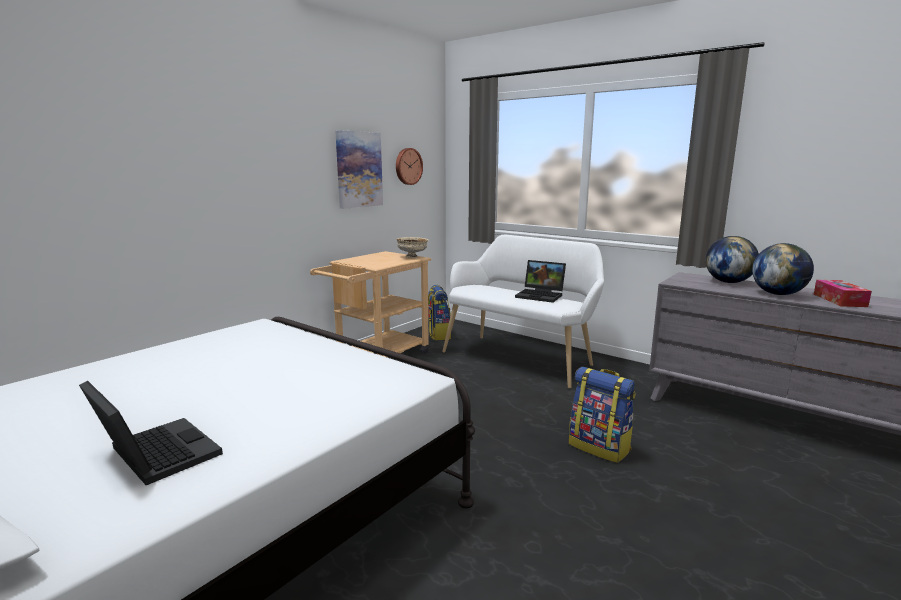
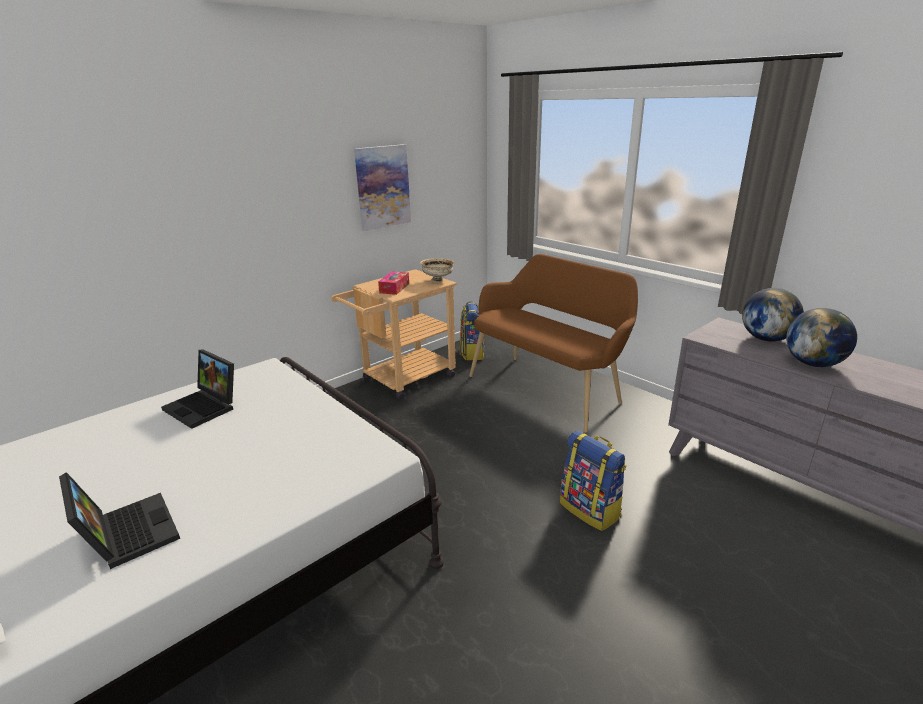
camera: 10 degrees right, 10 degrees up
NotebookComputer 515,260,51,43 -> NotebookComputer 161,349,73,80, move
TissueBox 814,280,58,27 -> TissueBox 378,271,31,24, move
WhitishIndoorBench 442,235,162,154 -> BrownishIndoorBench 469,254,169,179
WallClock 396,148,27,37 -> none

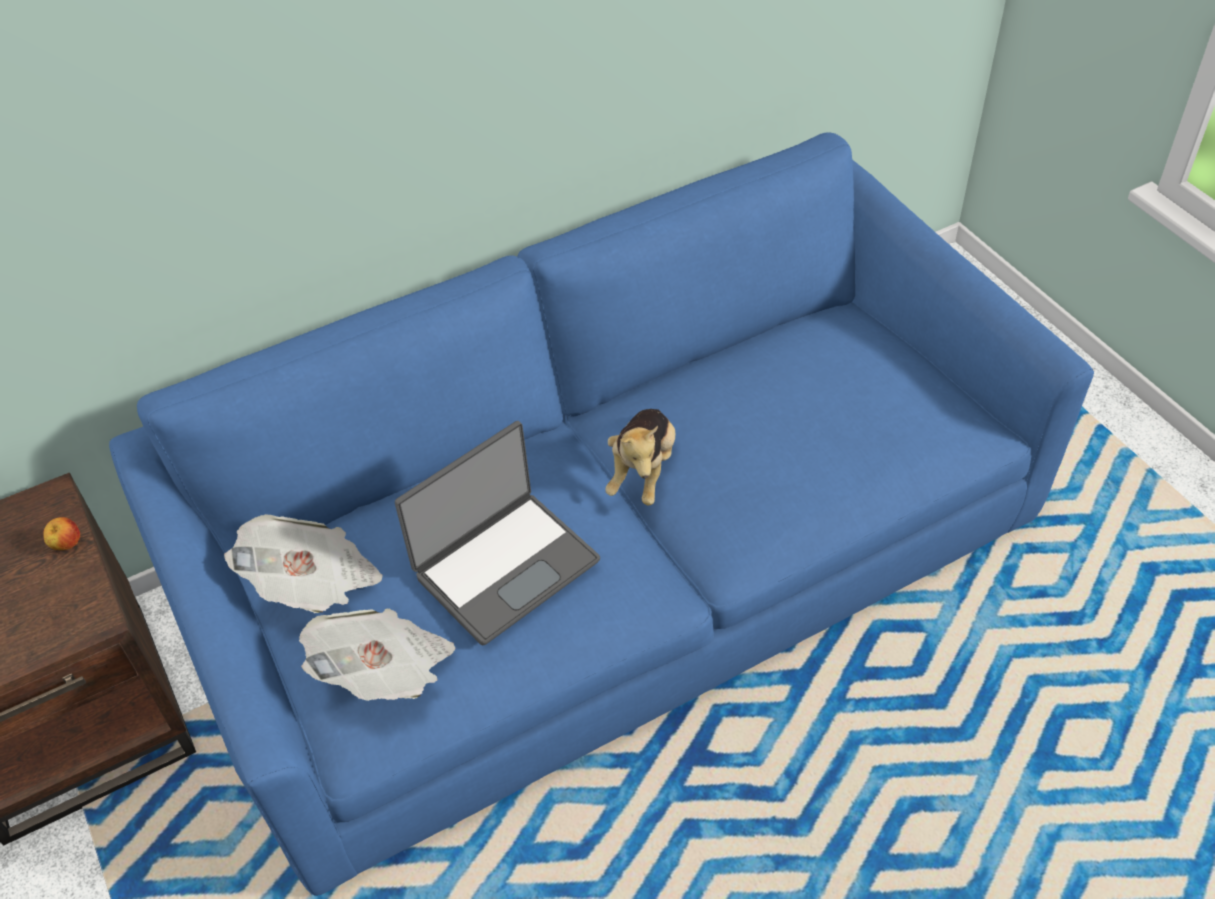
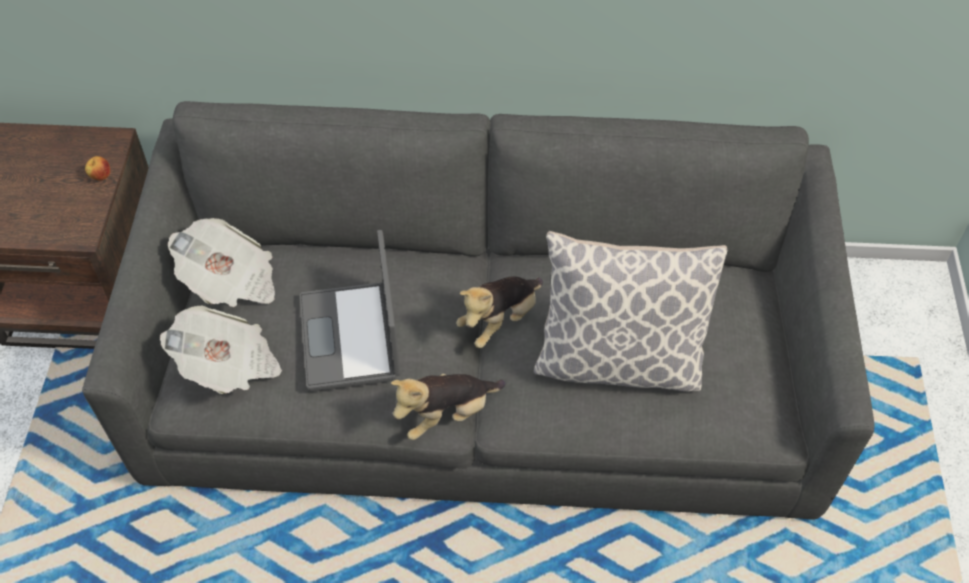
camera: 30 degrees right, 5 degrees up
BlueColouredSofa 109,132,985,764 -> GreyishSofa 82,101,792,418
NotebookComputer 395,421,205,224 -> NotebookComputer 300,230,100,161, 90 degrees clockwise
none -> CuddlyToy 391,374,115,66
none -> ThrowPillow 534,231,193,161

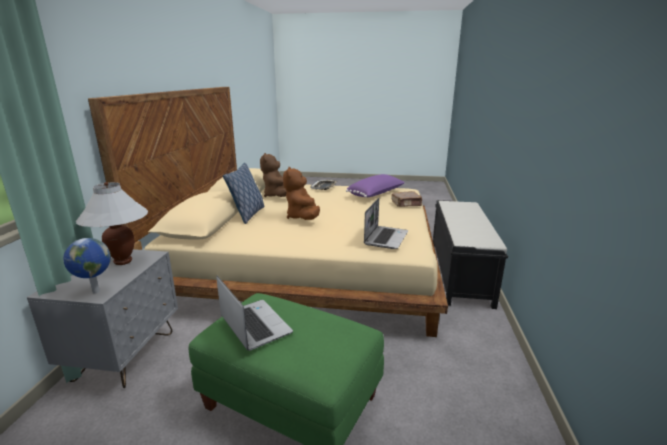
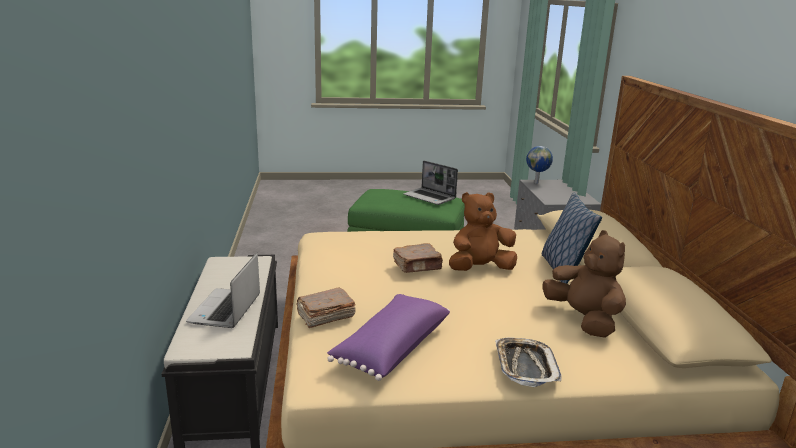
camera: 165 degrees right, 0 degrees up
NotebookComputer 364,198,44,51 -> NotebookComputer 186,253,74,75, move
none -> BrownishBoundBook 393,243,50,30
BrownishCuddlyToy 283,167,37,53 -> BrownishCuddlyToy 449,192,68,79, 90 degrees counterclockwise
WhitishTableLamp 76,182,72,83 -> none

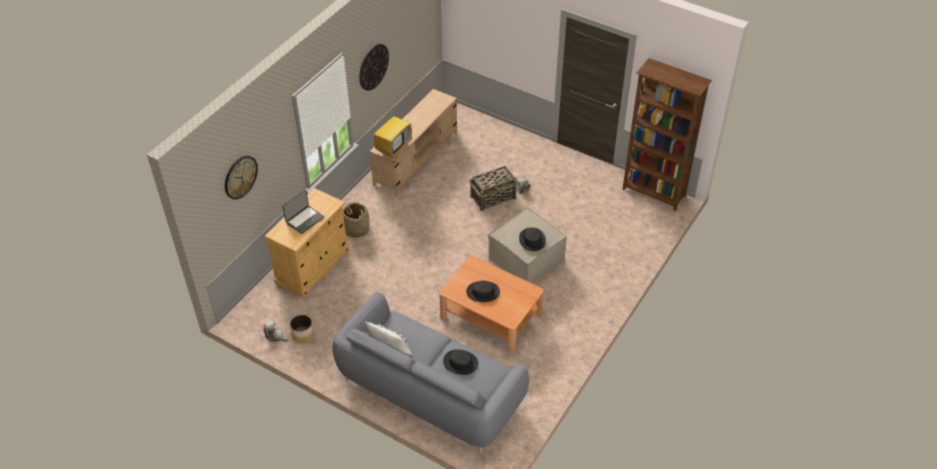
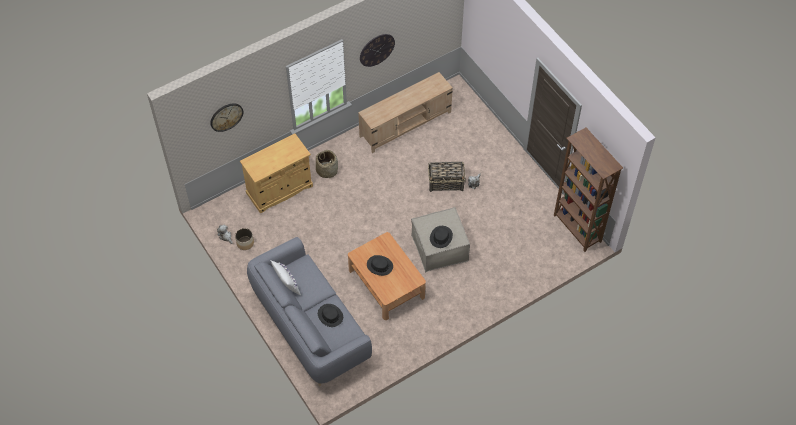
camera: 25 degrees right, 10 degrees up
NotebookComputer 282,189,42,45 -> none
TvSet 374,114,38,44 -> none

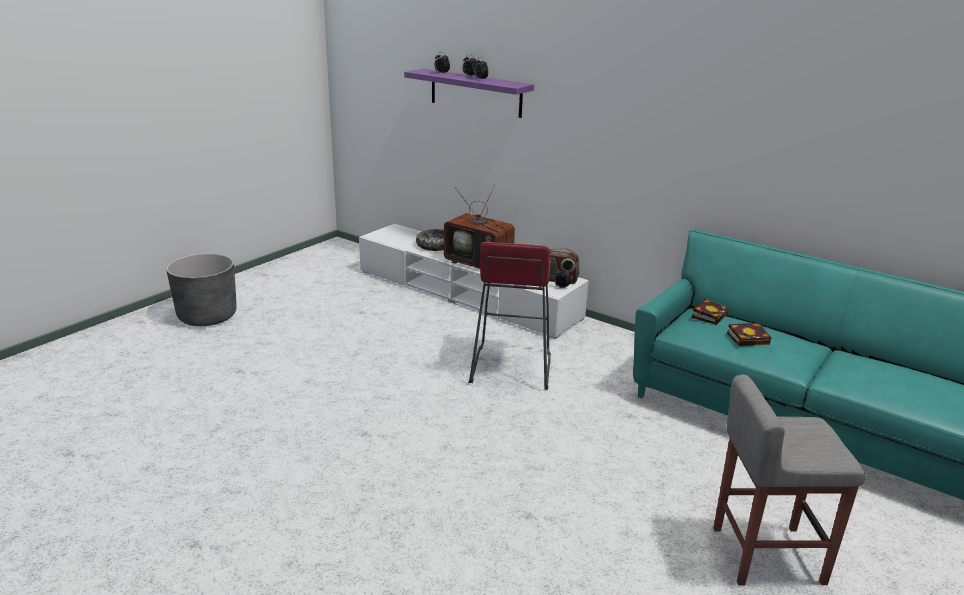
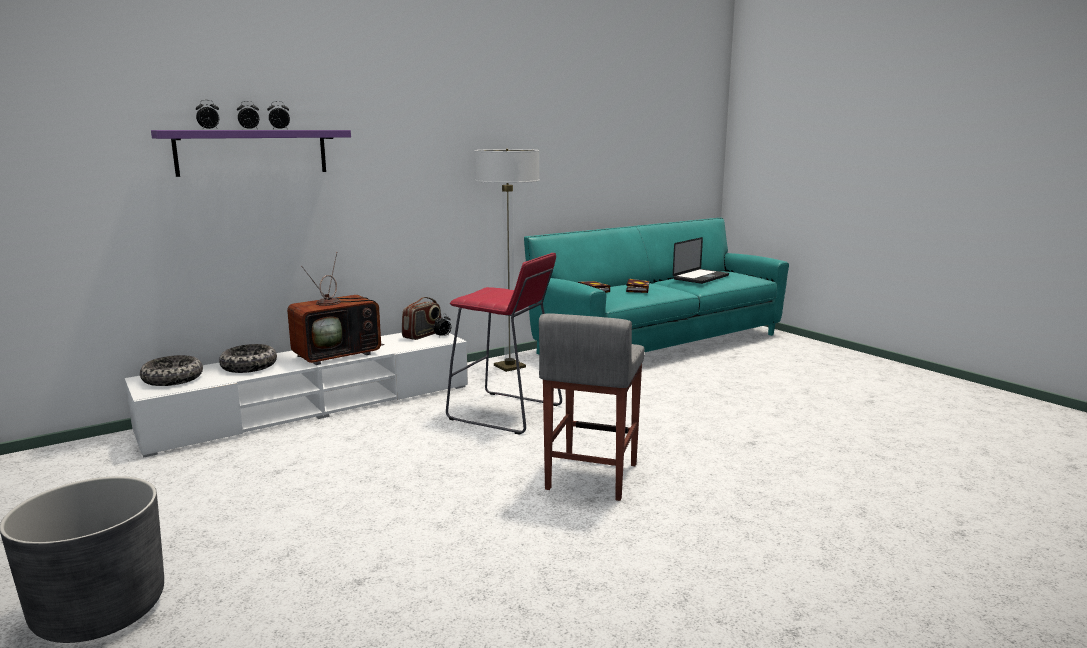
camera: 70 degrees left, 10 degrees down
none -> DeepDish 140,355,63,31
none -> StandingLamp 475,149,65,223
GreyishSittingStool 713,374,152,212 -> GreyishSittingStool 539,313,106,188, move
none -> NotebookComputer 673,237,56,47

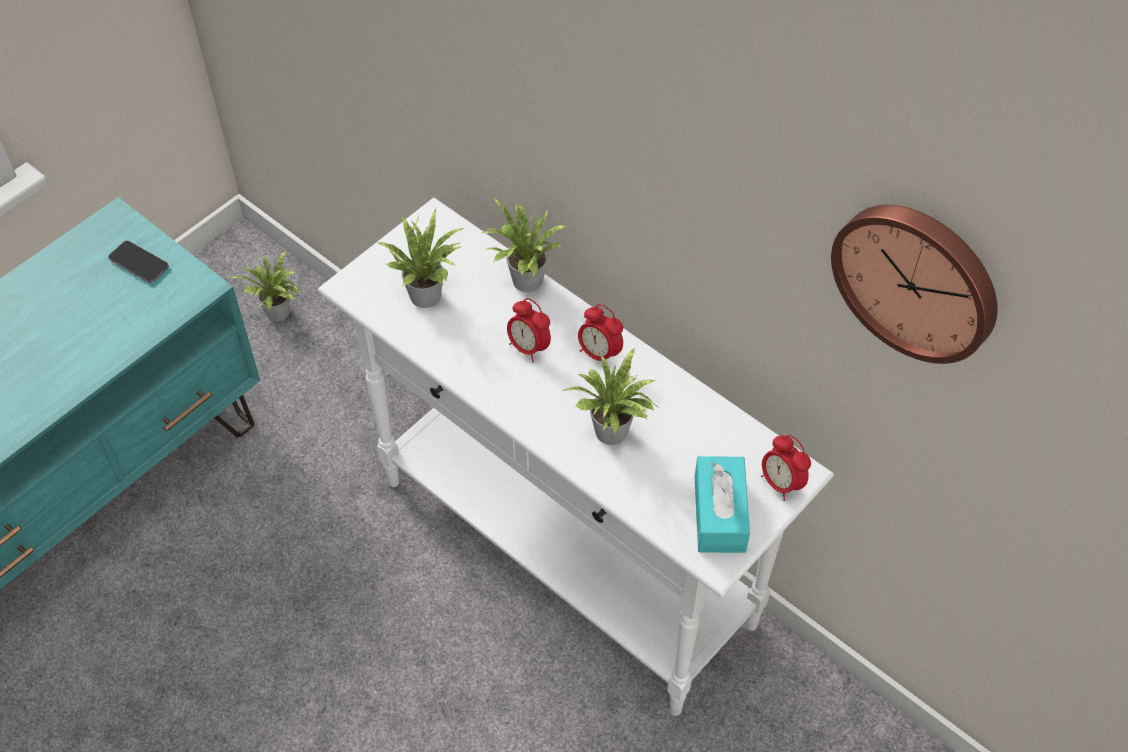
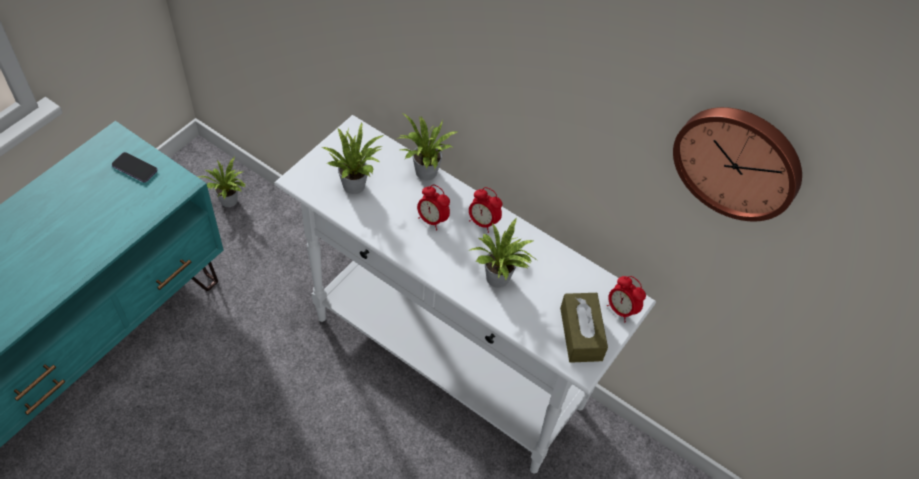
camera: 10 degrees left, 0 degrees up
TurquoiseTissueBox 695,456,55,97 -> BrownishTissueBox 560,293,48,70

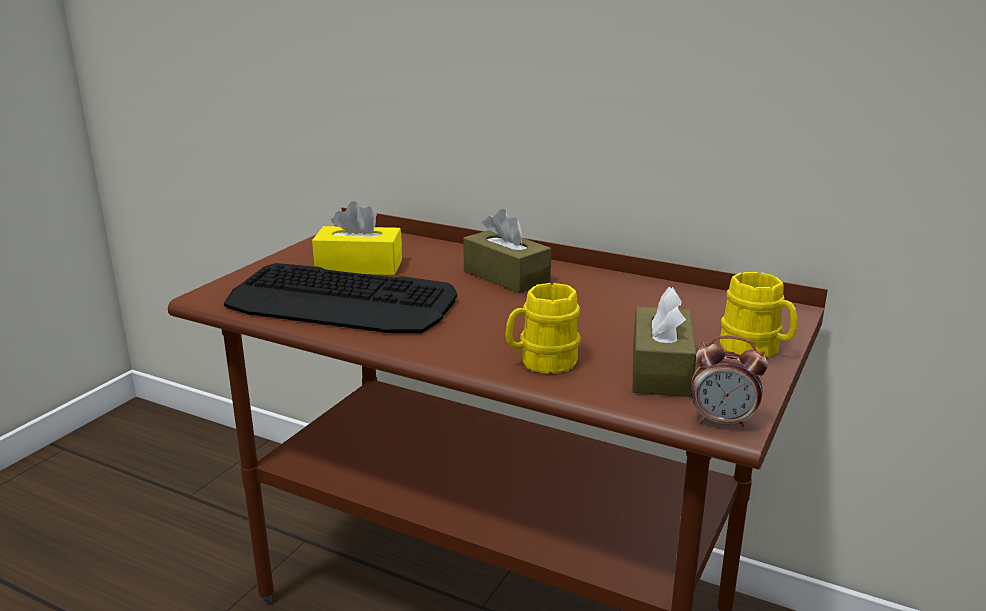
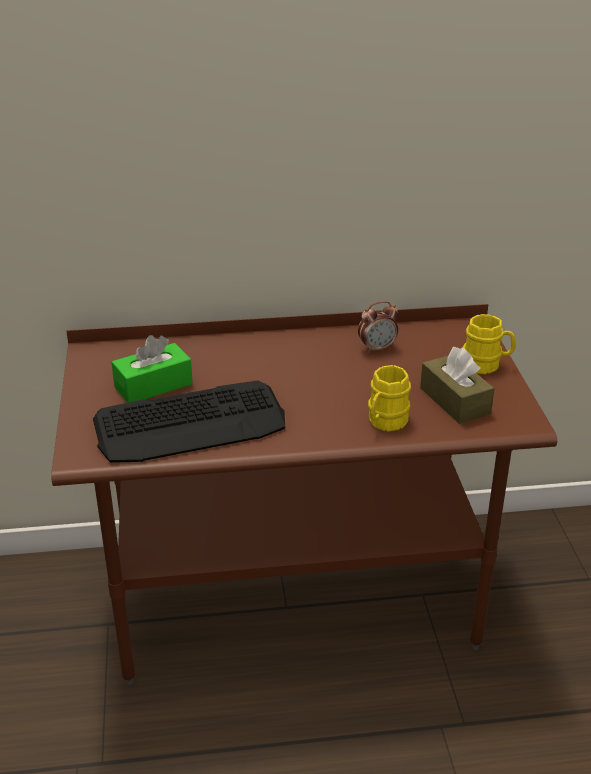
camera: 35 degrees left, 10 degrees up
YellowColouredTissueBox 312,201,90,74 -> GreenishTissueBox 111,335,82,68
BedsideClock 691,335,77,95 -> BedsideClock 358,301,40,52, move
BrownishTissueBox 463,209,88,84 -> none

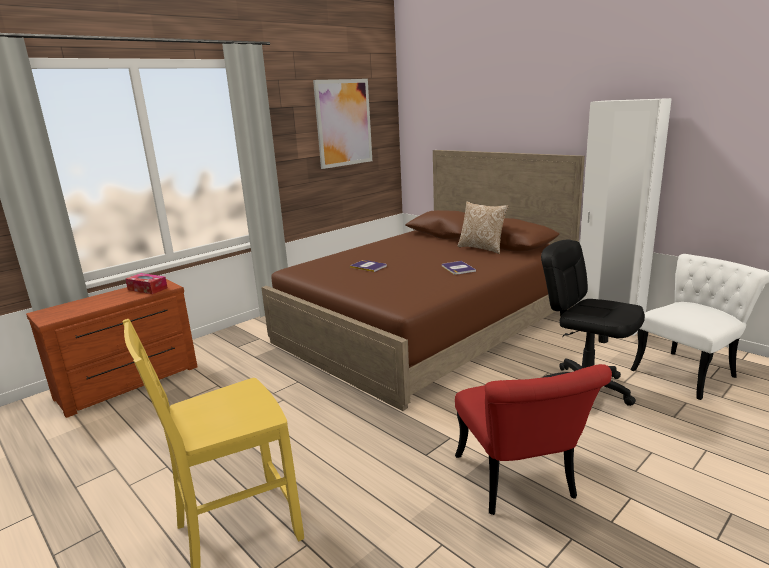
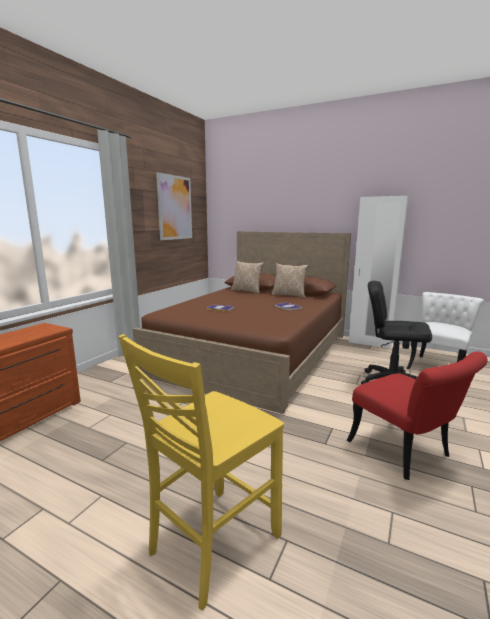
camera: 20 degrees left, 5 degrees down
none -> ThrowPillow 231,261,33,33
TissueBox 125,273,43,21 -> none

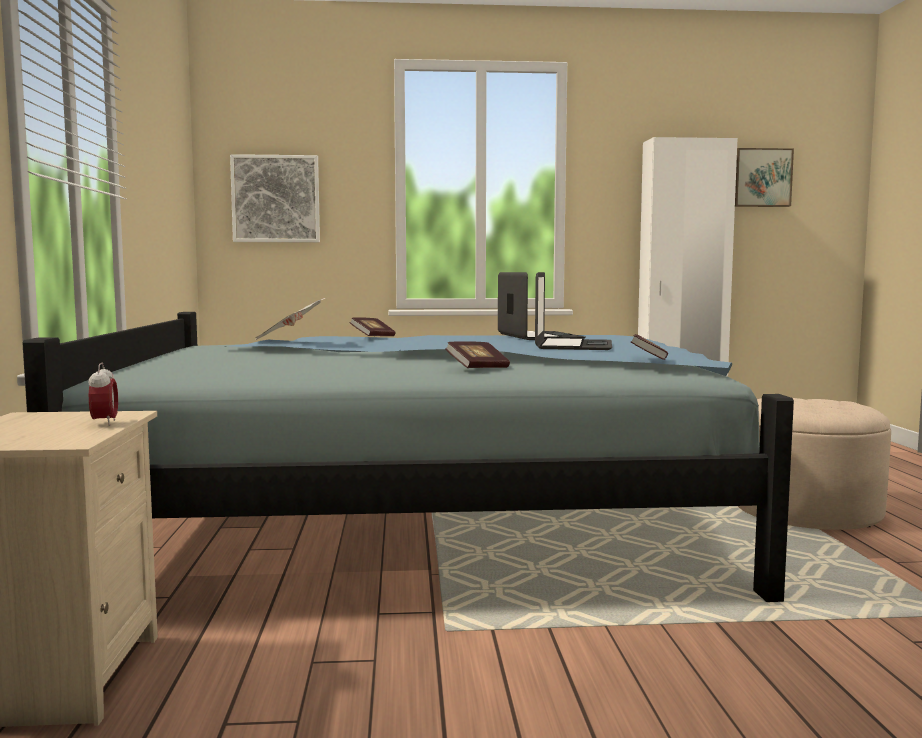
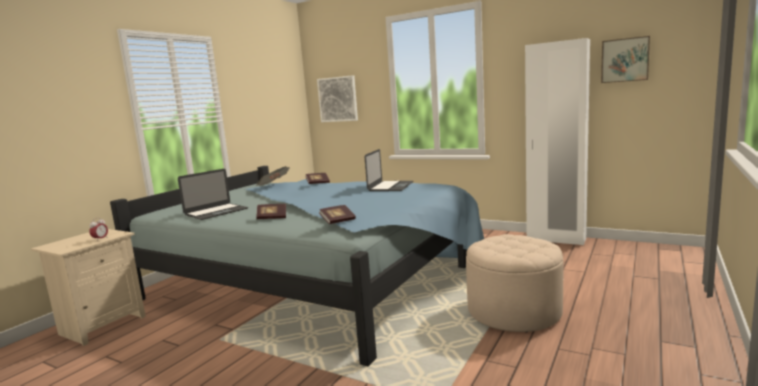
camera: 35 degrees right, 5 degrees up
NotebookComputer 535,272,77,78 -> NotebookComputer 178,169,70,51, move

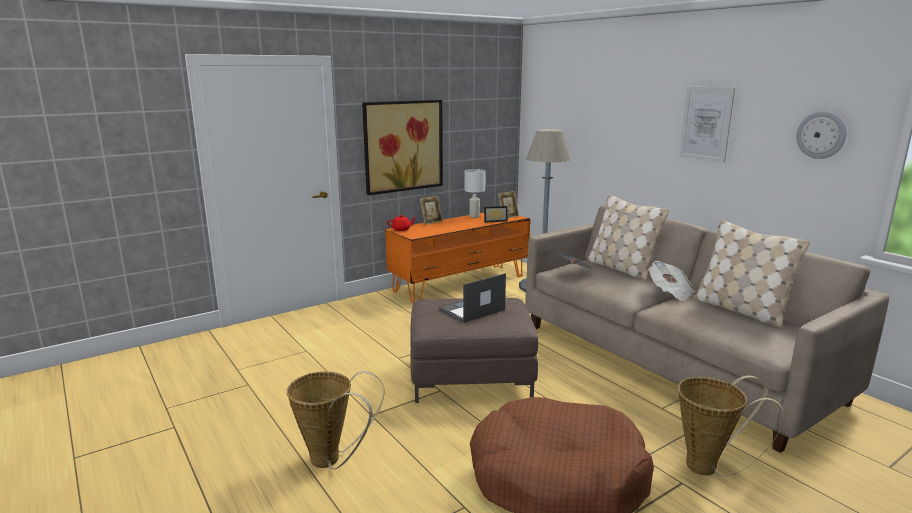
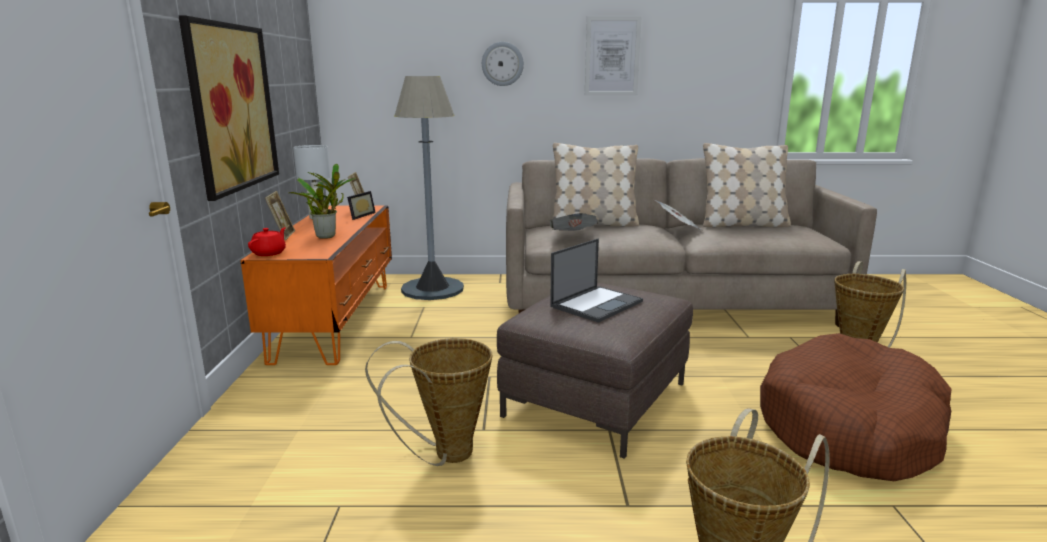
camera: 55 degrees left, 0 degrees up
none -> PottedPlant 288,164,68,75
none -> Basket 365,338,127,128
WallClock 797,111,49,48 -> WallClock 482,42,42,44, move
NotebookComputer 439,273,67,50 -> NotebookComputer 550,238,93,85, 135 degrees counterclockwise

